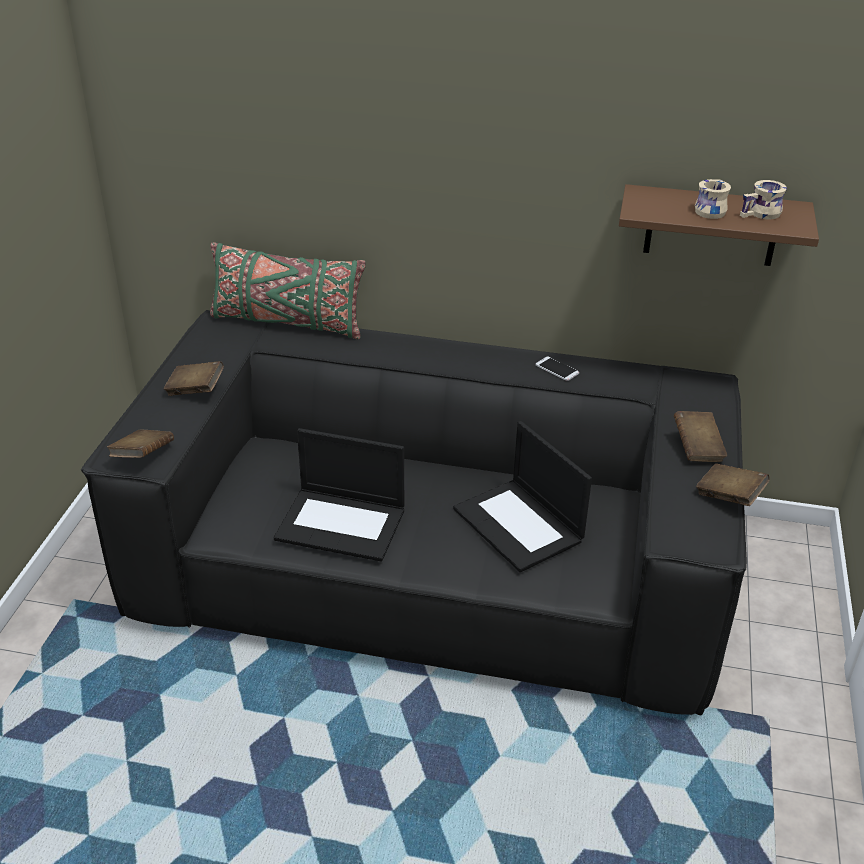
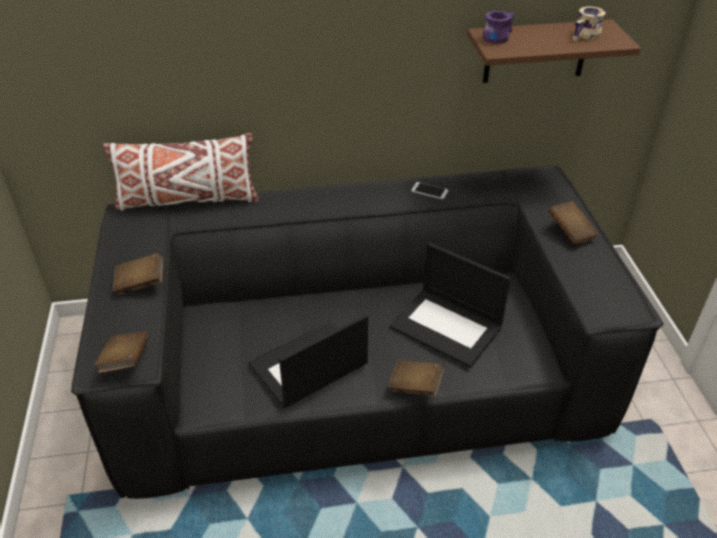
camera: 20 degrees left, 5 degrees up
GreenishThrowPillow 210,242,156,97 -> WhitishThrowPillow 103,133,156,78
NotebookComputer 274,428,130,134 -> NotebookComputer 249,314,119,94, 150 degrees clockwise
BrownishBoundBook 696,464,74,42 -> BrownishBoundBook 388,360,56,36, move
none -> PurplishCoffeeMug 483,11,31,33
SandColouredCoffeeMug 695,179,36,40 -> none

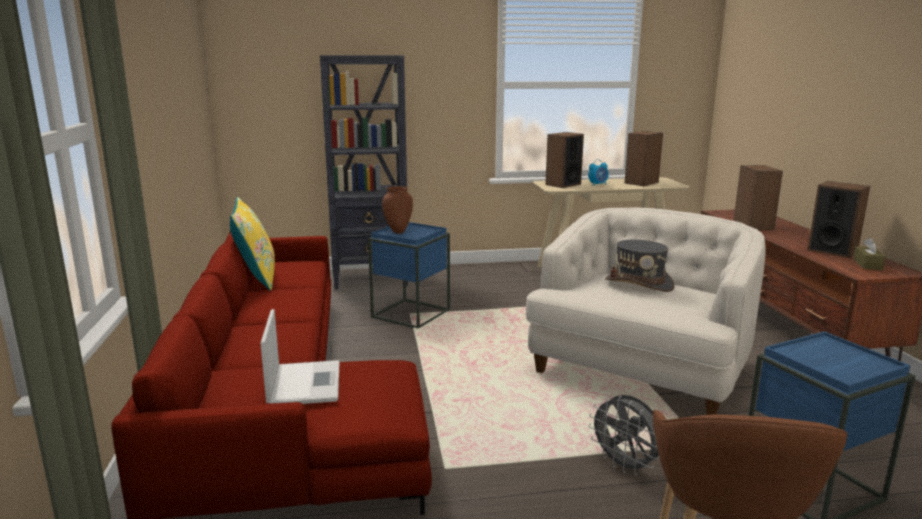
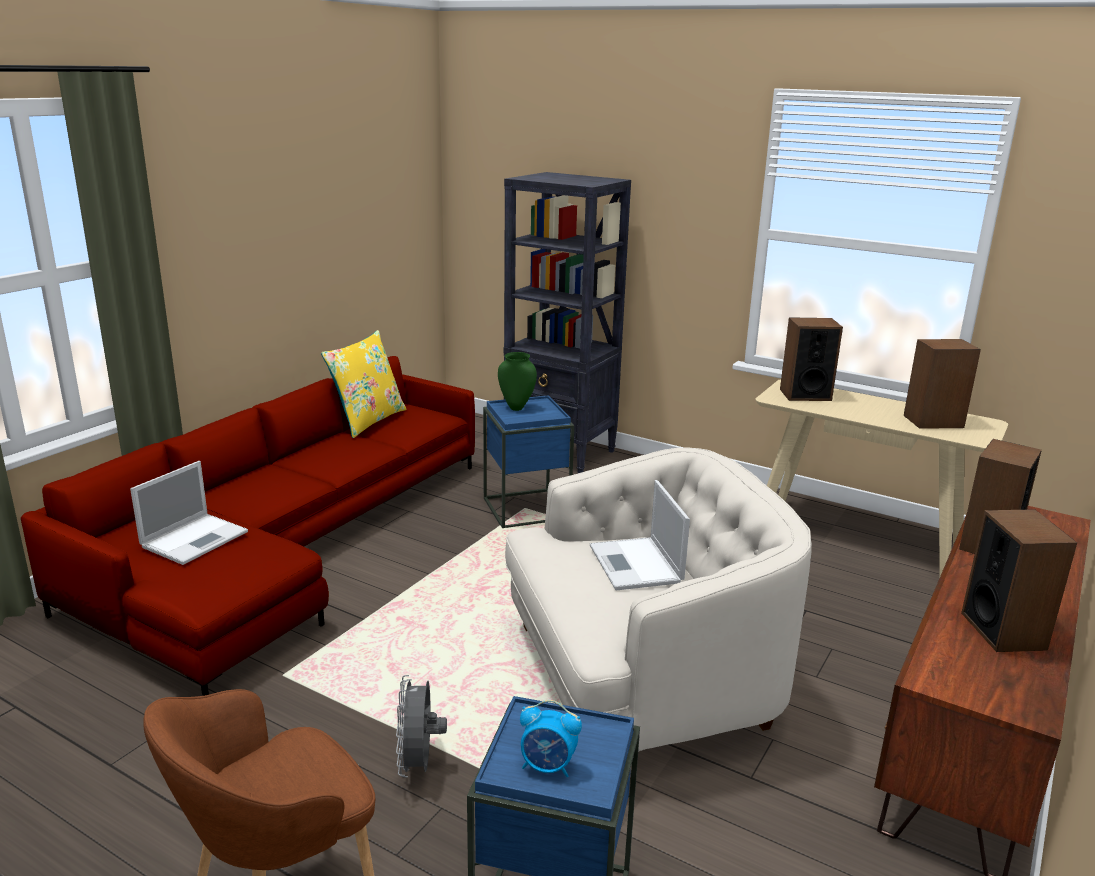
camera: 40 degrees right, 5 degrees up
BrownishVase 382,186,31,48 -> GreenishVase 498,352,39,59
BedsideClock 588,159,21,27 -> BedsideClock 520,700,62,77, move
GreyishHat 605,240,69,52 -> NotebookComputer 590,480,100,110
BrownishTissueBox 853,238,33,32 -> none

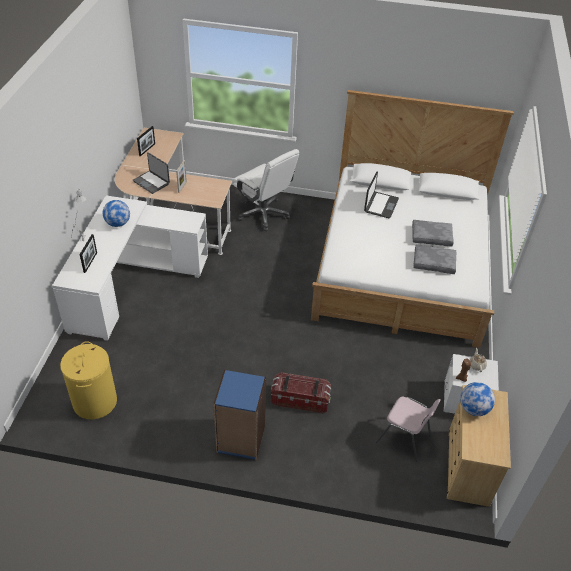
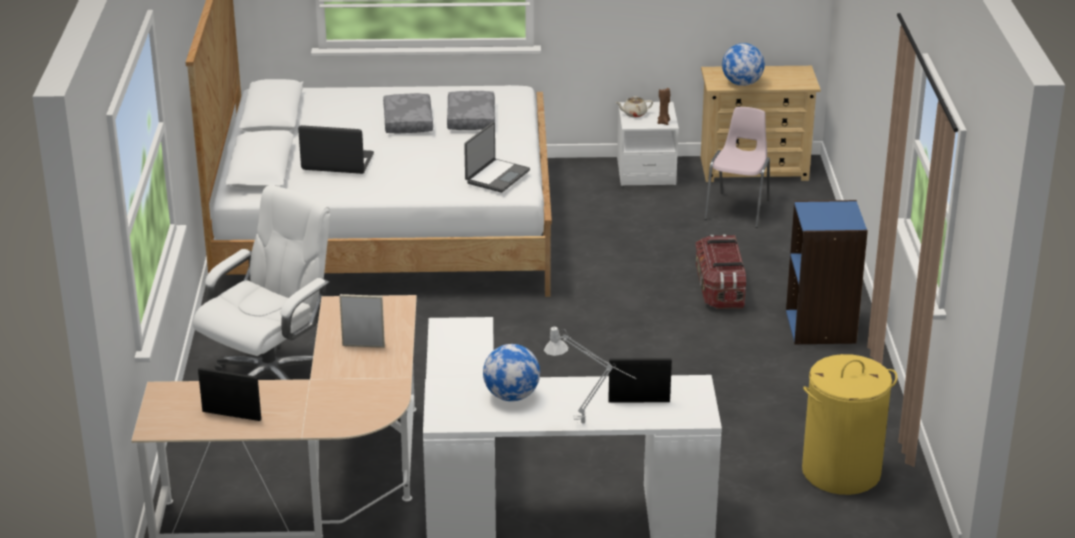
camera: 100 degrees left, 15 degrees down
NotebookComputer 133,152,37,42 -> NotebookComputer 464,122,66,71, move

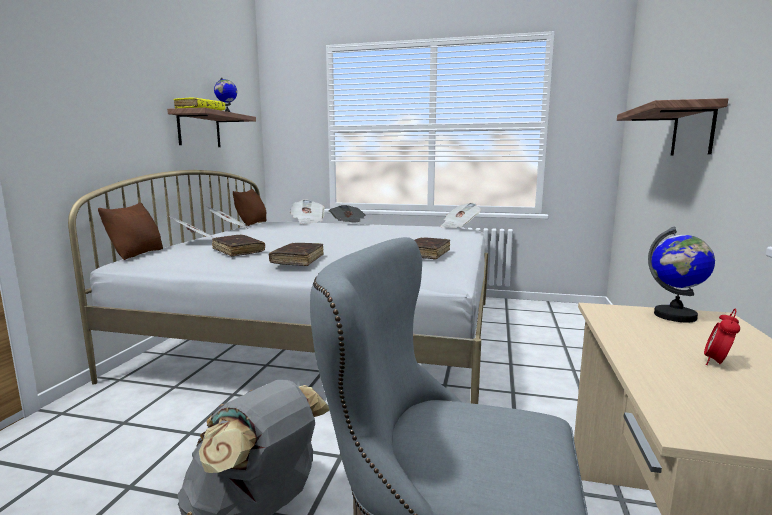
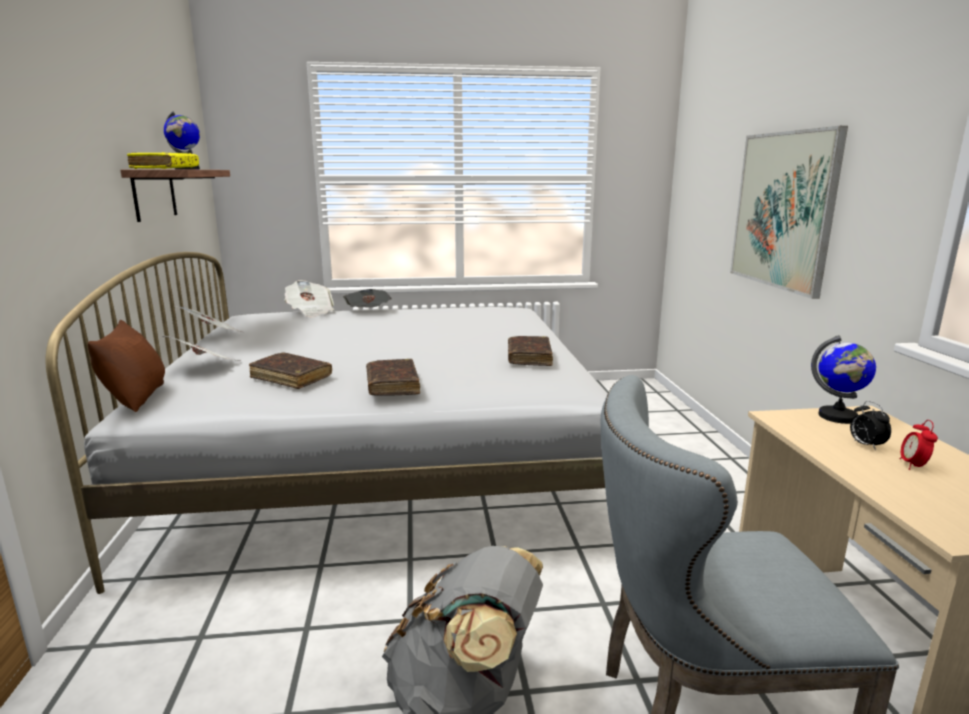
camera: 20 degrees left, 5 degrees up
BracketShelf 617,98,111,57 -> WallArt 730,126,118,173
none -> BedsideClock 850,401,41,50
BrownishThrowPillow 233,189,33,37 -> none
Newspaper 440,203,41,25 -> none

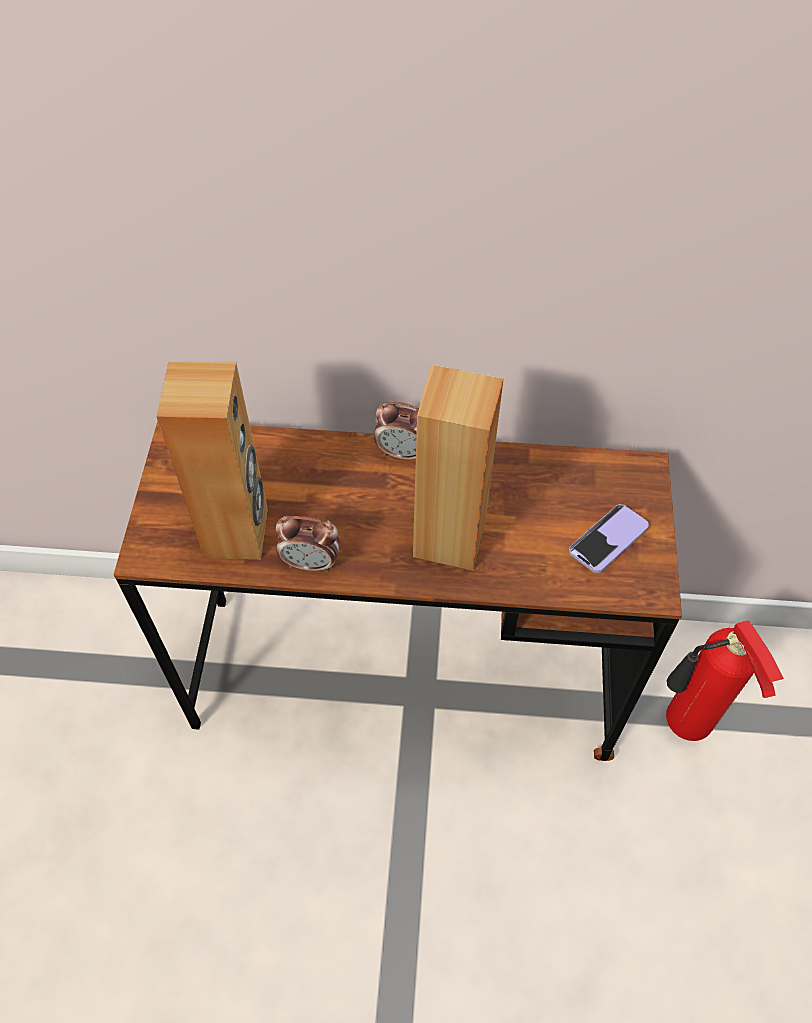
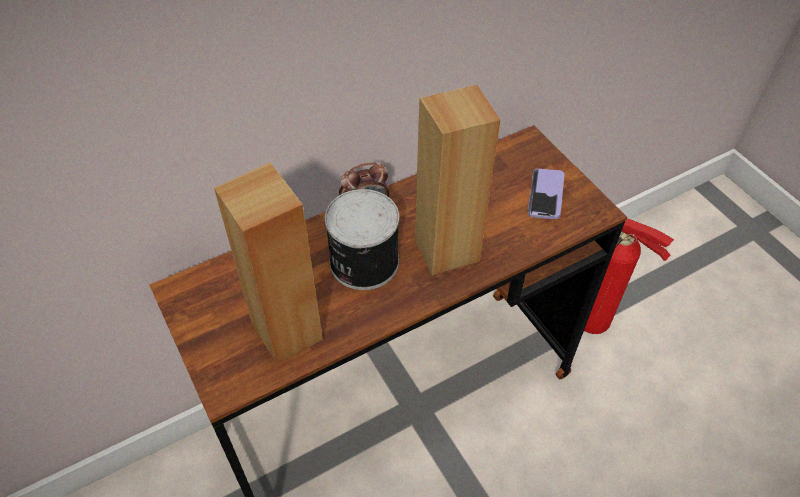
camera: 35 degrees left, 5 degrees down
none -> MetalCan 325,189,74,101
BedsideClock 276,515,64,57 -> none

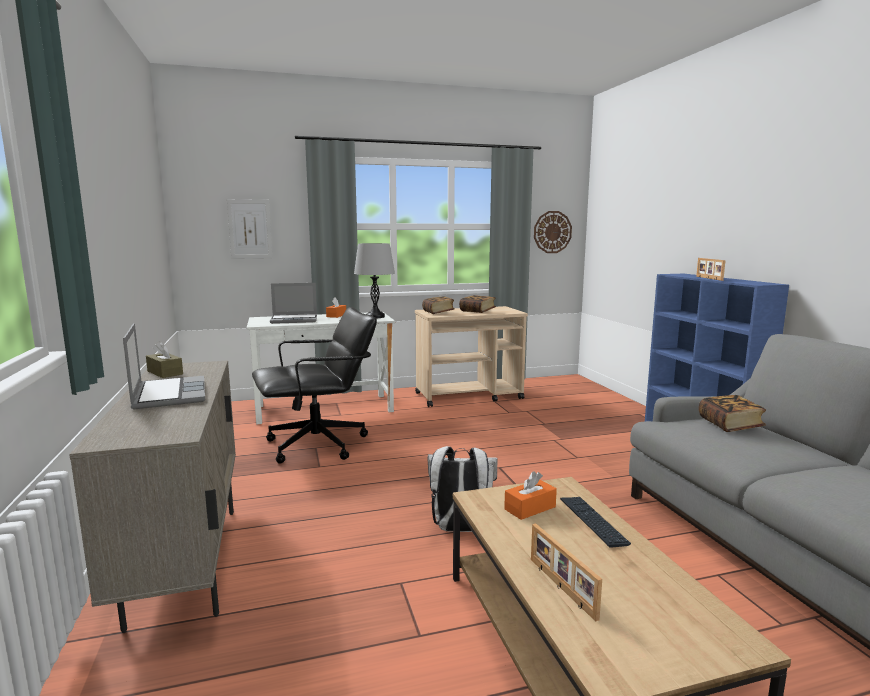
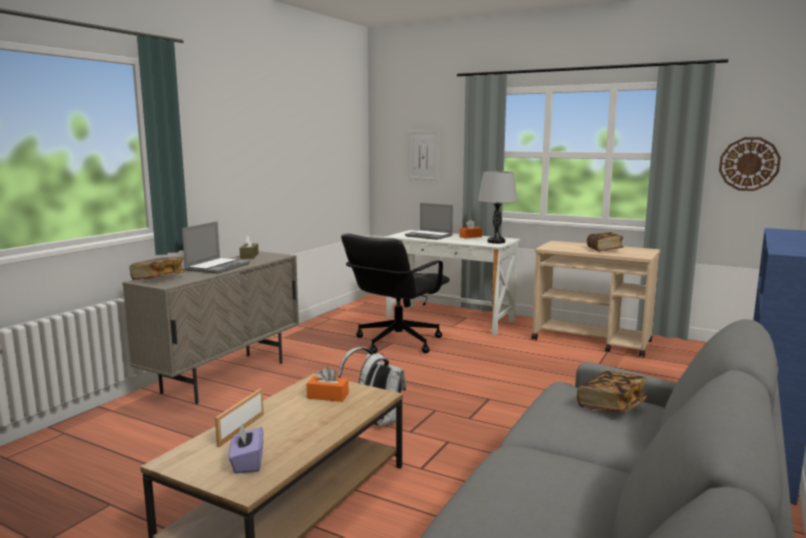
camera: 45 degrees right, 0 degrees up
BoundBook 422,296,32,18 -> BoundBook 129,257,56,23, move
none -> PurplishTissueBox 229,424,34,50
BlackishOfficeChair 252,307,125,157 -> BlackishOfficeChair 341,234,109,119, 105 degrees clockwise
Keyboard 560,497,71,51 -> none
PictureFrame 696,258,30,23 -> none

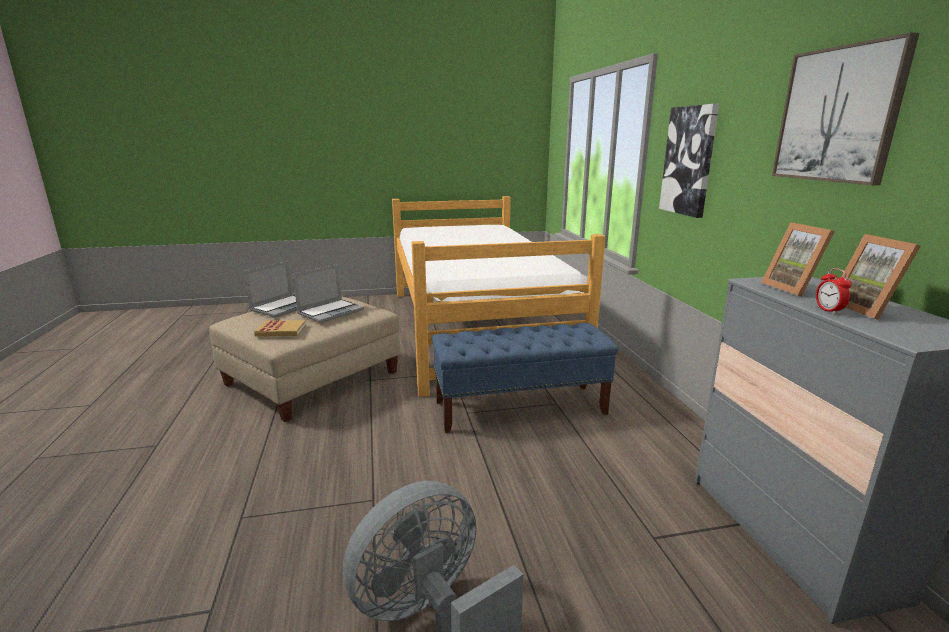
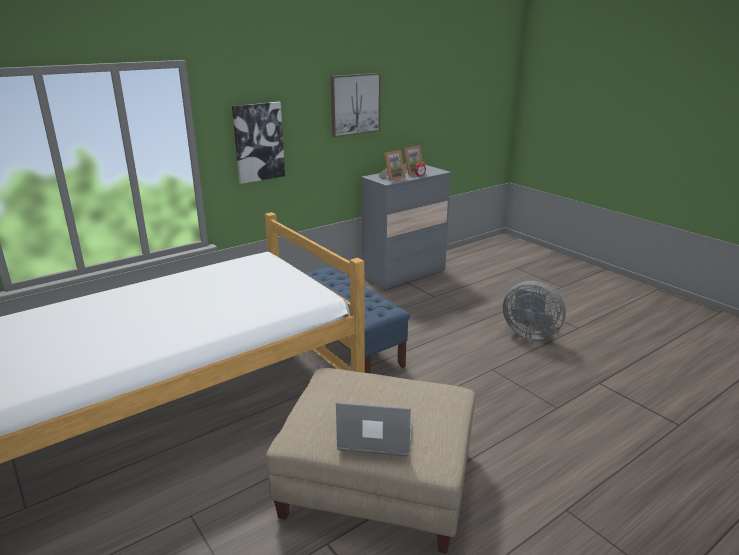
camera: 115 degrees left, 5 degrees up
BoundBook 254,320,52,17 -> none
NotebookComputer 293,264,71,59 -> none

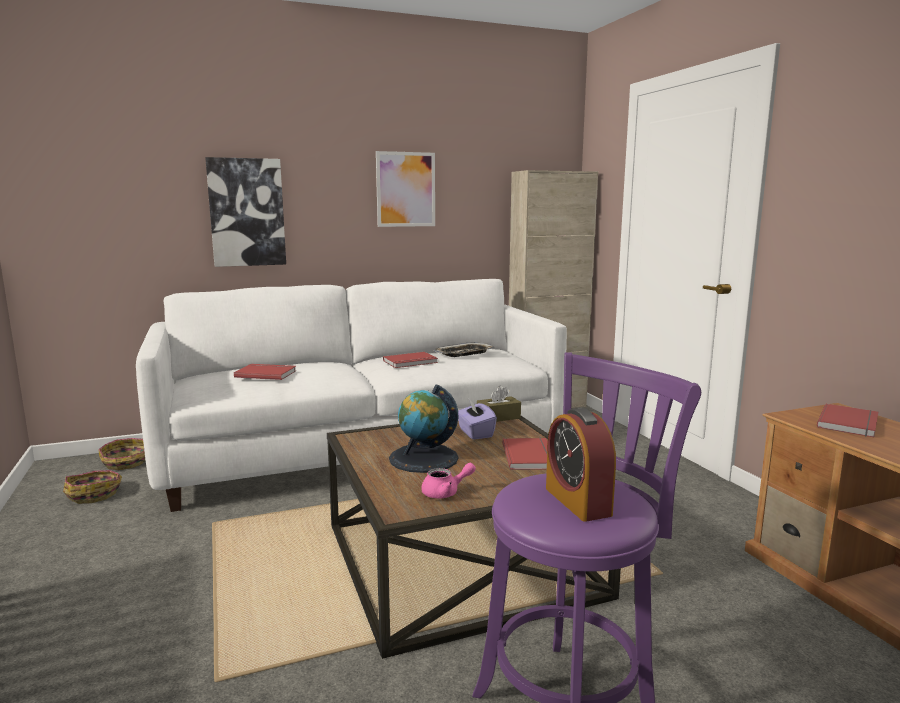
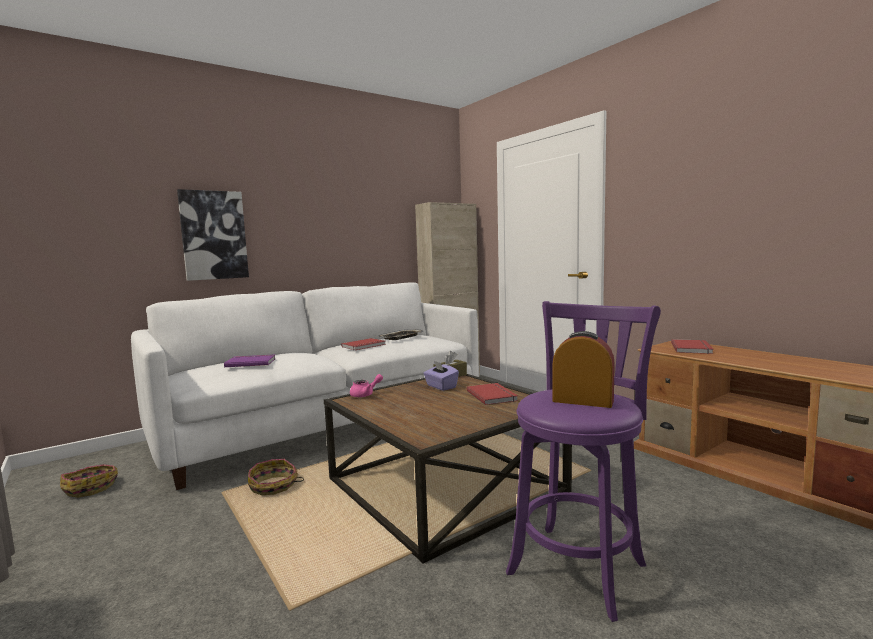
camera: 15 degrees left, 5 degrees down
RedColouredBoundBook 234,364,62,16 -> PurplishBoundBook 224,355,52,12
Basket 99,438,47,32 -> Basket 248,459,56,36, move
PinkishPotForTea 421,463,55,36 -> PinkishPotForTea 350,374,33,23, move
BedsideClock 546,408,70,114 -> BedsideClock 553,331,62,77, 150 degrees clockwise
WallArt 376,151,59,76 -> none
Globe 389,384,70,89 -> none

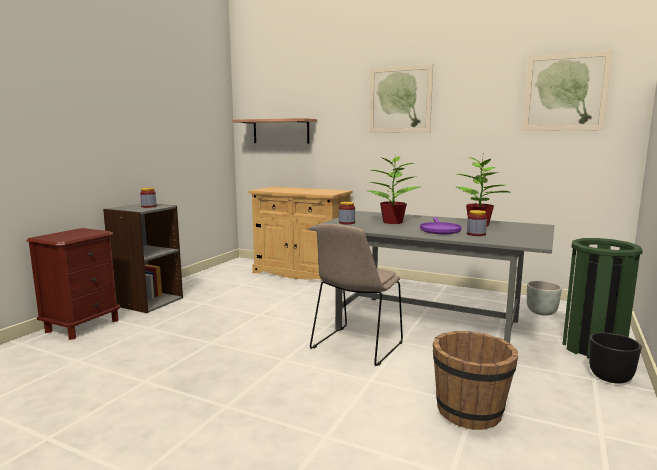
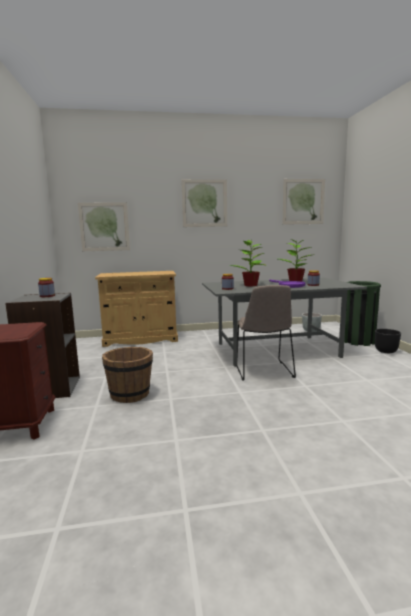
camera: 35 degrees left, 0 degrees up
BracketShelf 232,118,85,26 -> WallArt 78,202,52,49
BrownishWaterBucket 433,331,85,99 -> BrownishWaterBucket 102,347,51,56, move

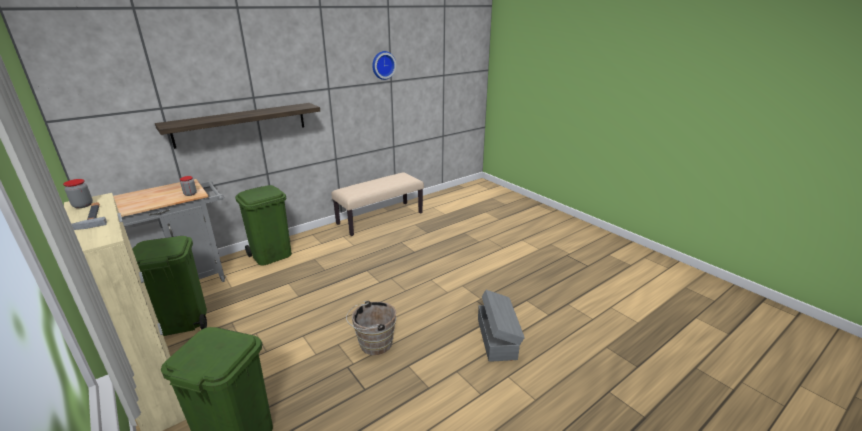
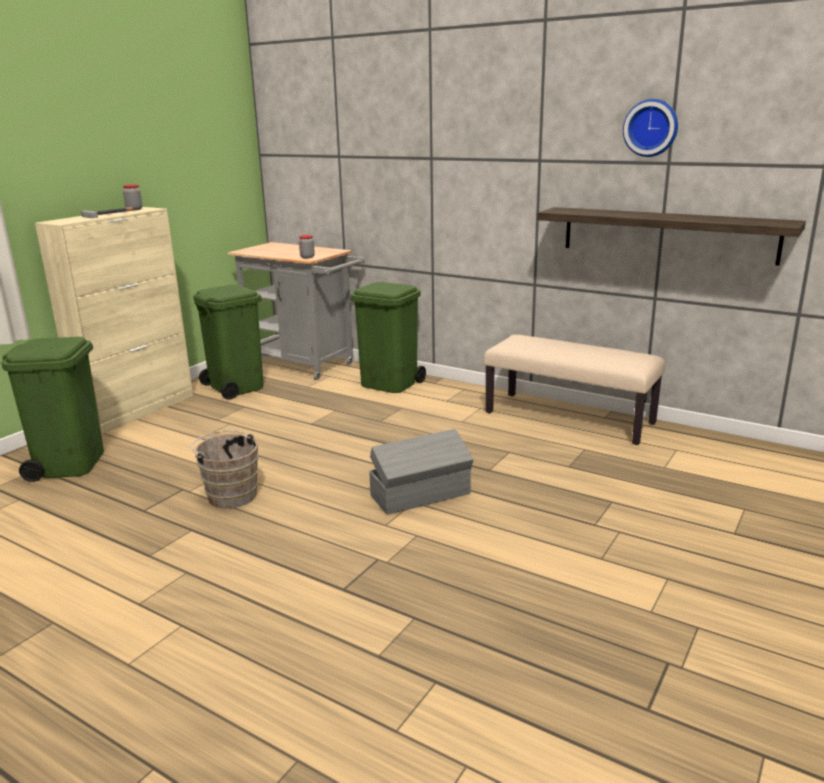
camera: 70 degrees right, 5 degrees down
GreyishStorageContainer 478,290,47,72 -> GreyishStorageContainer 369,429,105,86, move
BracketShelf 155,103,165,46 -> BracketShelf 537,207,269,59, move

